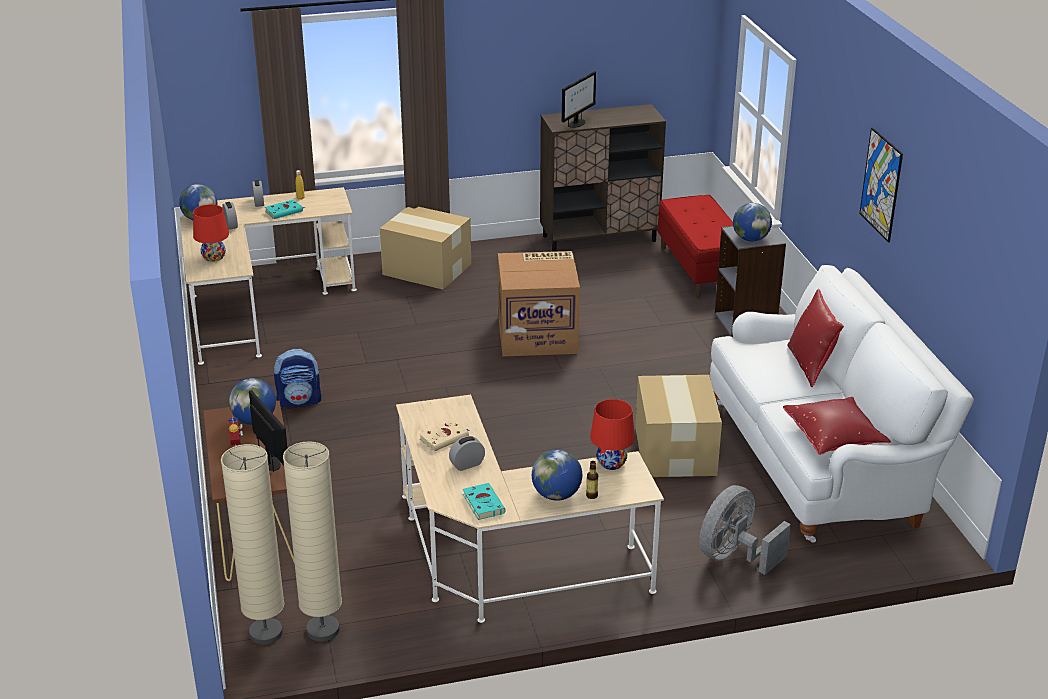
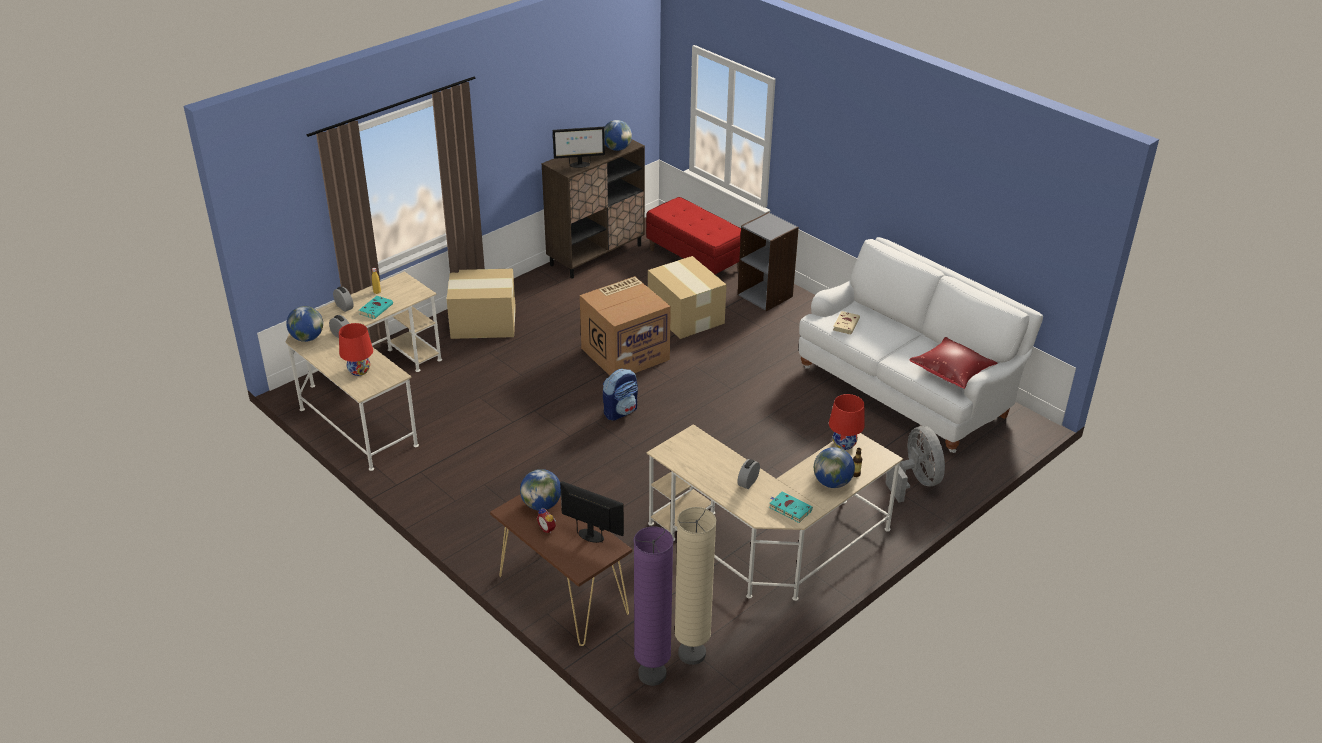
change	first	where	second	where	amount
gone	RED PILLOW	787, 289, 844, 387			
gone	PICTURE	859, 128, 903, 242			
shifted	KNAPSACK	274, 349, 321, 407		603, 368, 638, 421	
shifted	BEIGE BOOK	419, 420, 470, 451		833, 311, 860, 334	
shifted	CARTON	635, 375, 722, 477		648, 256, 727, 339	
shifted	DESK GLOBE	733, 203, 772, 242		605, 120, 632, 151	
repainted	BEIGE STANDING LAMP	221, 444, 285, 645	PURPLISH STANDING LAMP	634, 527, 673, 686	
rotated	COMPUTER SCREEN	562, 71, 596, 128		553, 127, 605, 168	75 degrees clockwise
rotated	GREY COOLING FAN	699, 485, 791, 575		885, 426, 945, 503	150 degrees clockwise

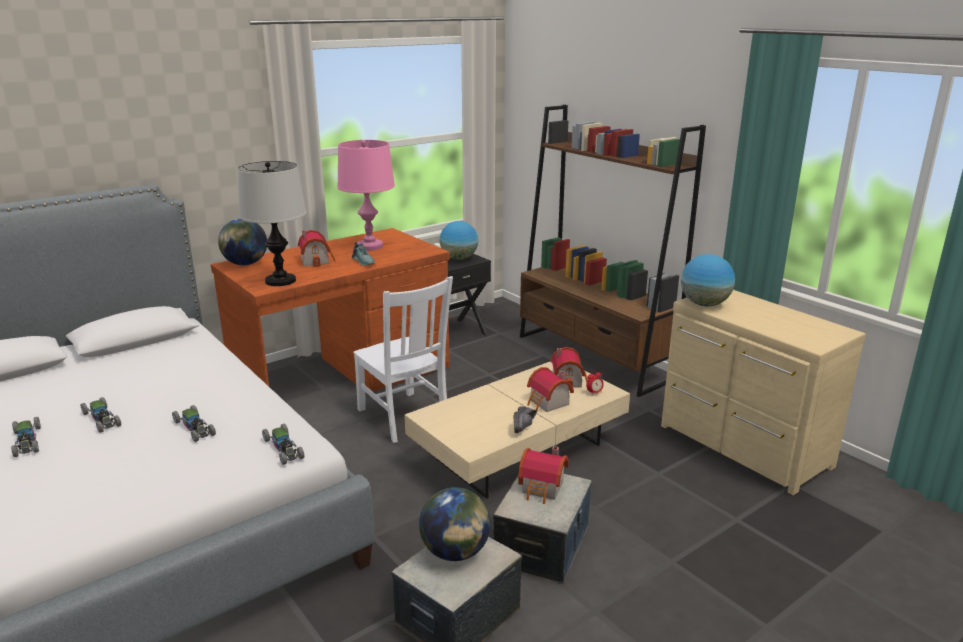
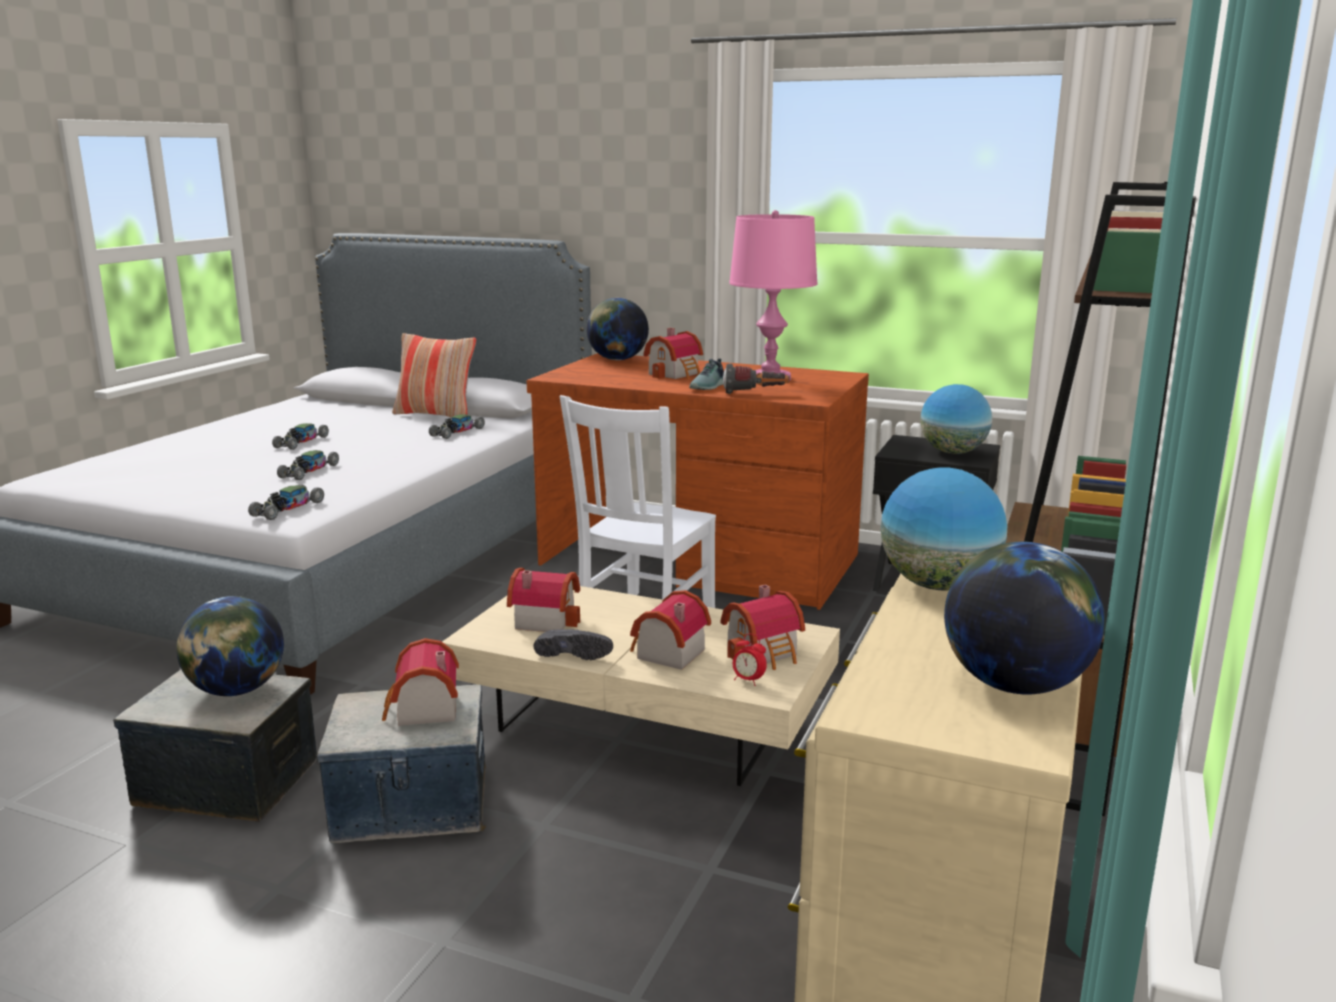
change	first	where	second	where	amount
gone	TABLE LAMP	238, 161, 306, 286			
new			PILLOW	392, 333, 476, 417	
new			MODEL HOUSE	507, 568, 580, 632	
new			TORCH	723, 364, 790, 394	
new			DESK GLOBE	944, 542, 1105, 694	
shifted	MINIATURE CAR	11, 417, 41, 457		429, 414, 485, 439	
rotated	BLACK LOW SHOE	513, 406, 537, 433		534, 629, 613, 660	150 degrees counterclockwise

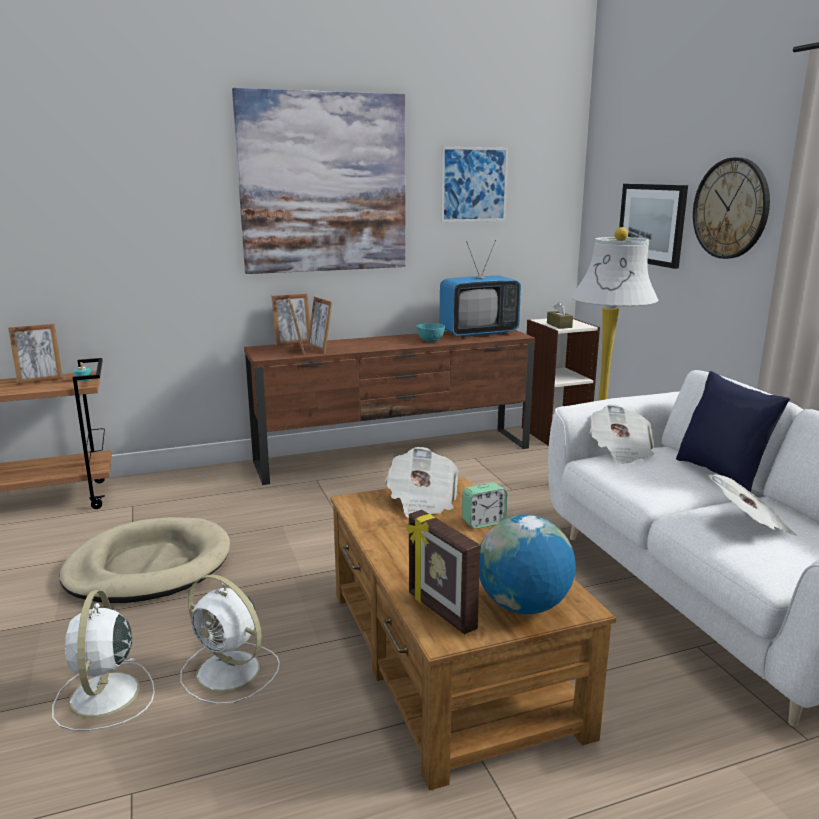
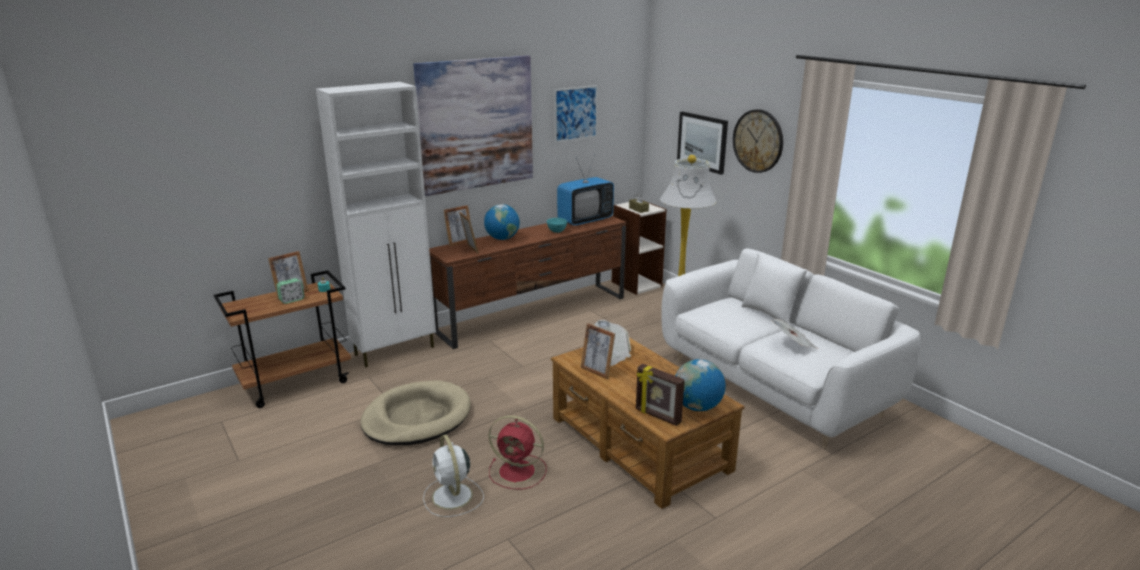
change	first	where	second	where	amount
gone	DAILY PAPER	589, 404, 654, 464			
new			WHITE-COLOURED CABINET	316, 82, 436, 367	
new			DESK GLOBE	484, 204, 520, 240	
shifted	PICTURE FRAME	307, 297, 333, 353		580, 323, 615, 379	
shifted	BEDSIDE CLOCK	462, 483, 507, 529		277, 278, 304, 304	
repainted	WHITE-COLOURED COOLING FAN	181, 574, 280, 704	RED COOLING FAN	489, 415, 547, 489	
repainted	BLUE PILLOW	676, 371, 790, 492	WHITE-COLOURED PILLOW	741, 252, 808, 324	

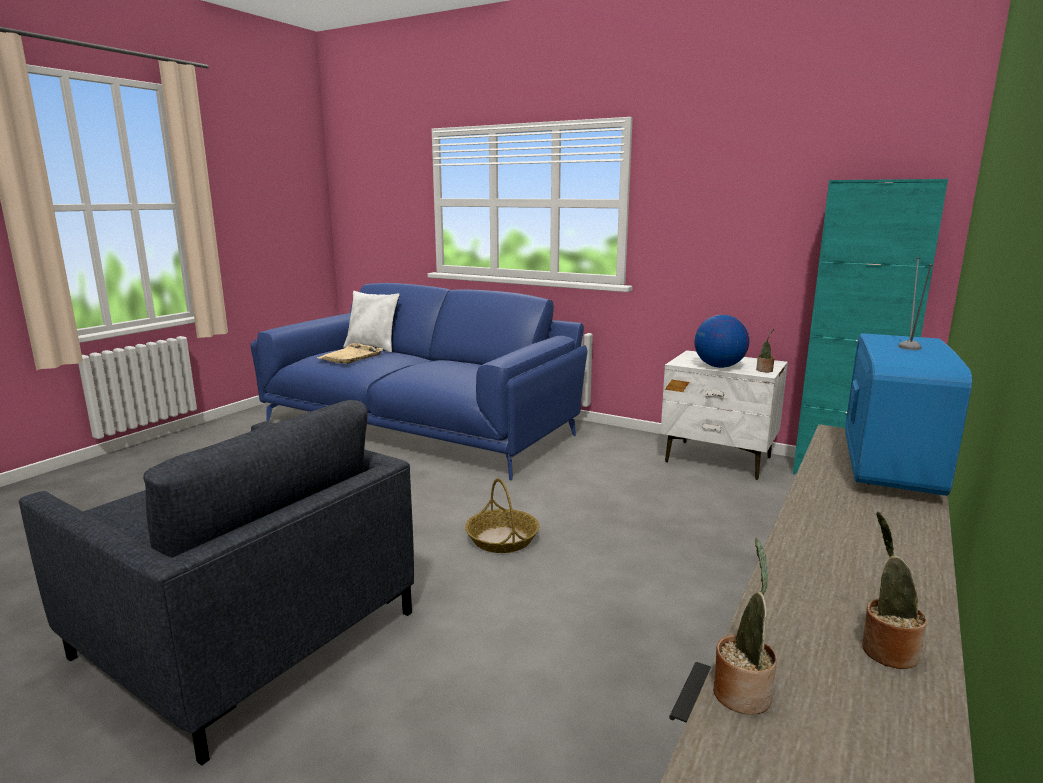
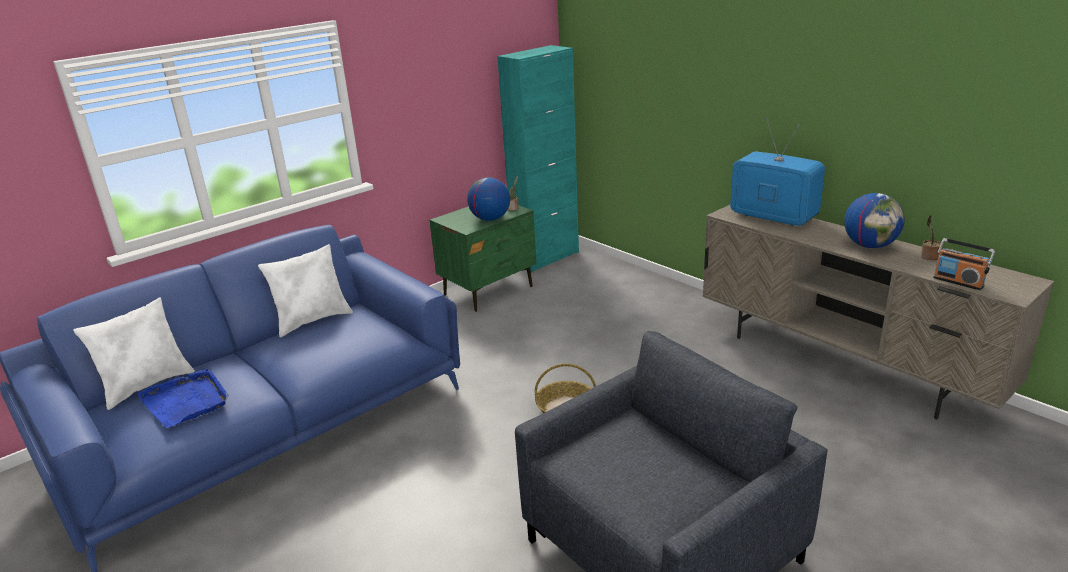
change	first	where	second	where	amount
new			WHITE-COLOURED PILLOW	258, 244, 353, 337	
new			DESK GLOBE	844, 193, 905, 248	
swapped	PLANT IN A POT	713, 538, 777, 715	RADIO RECEIVER	933, 238, 995, 290	
repainted	BEIGE TRAY	317, 343, 383, 364	BLUE TRAY	138, 369, 228, 428	
repainted	WHITE-COLOURED NIGHT TABLE	661, 350, 788, 480	GREENISH NIGHT TABLE	429, 205, 536, 312	

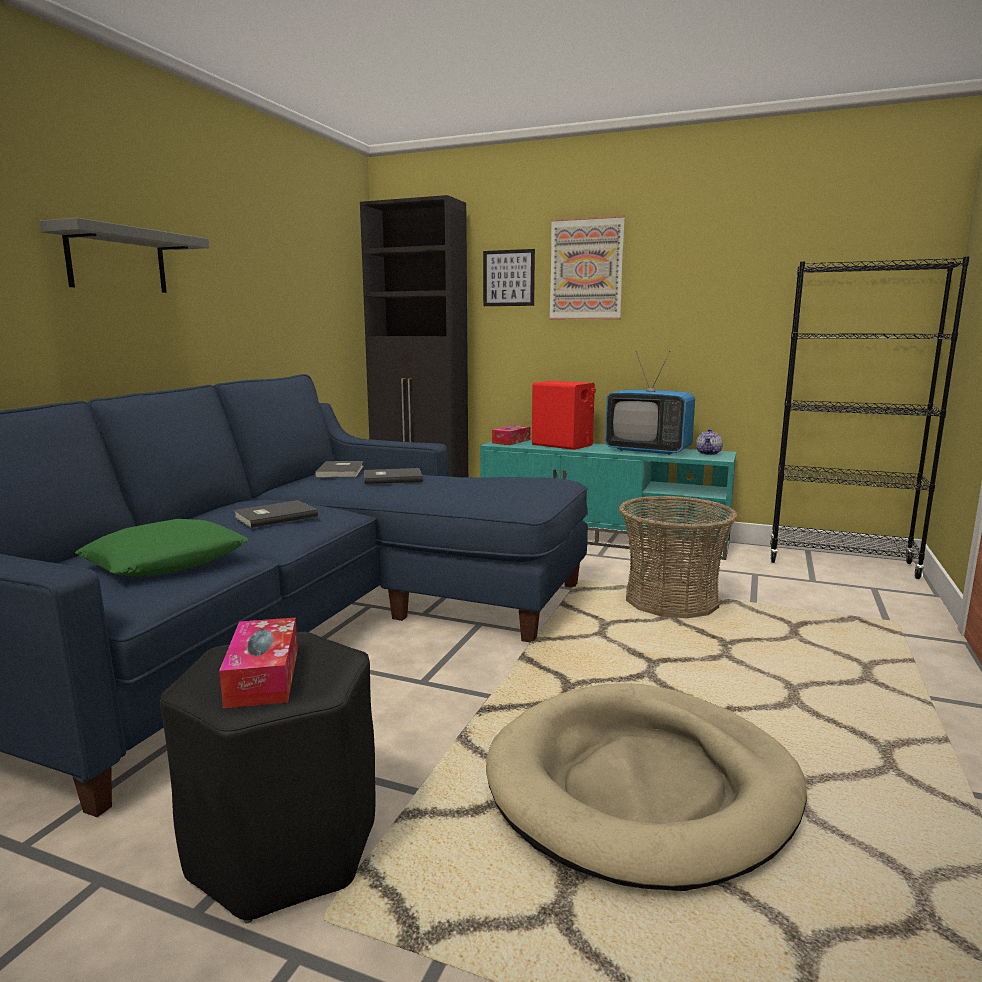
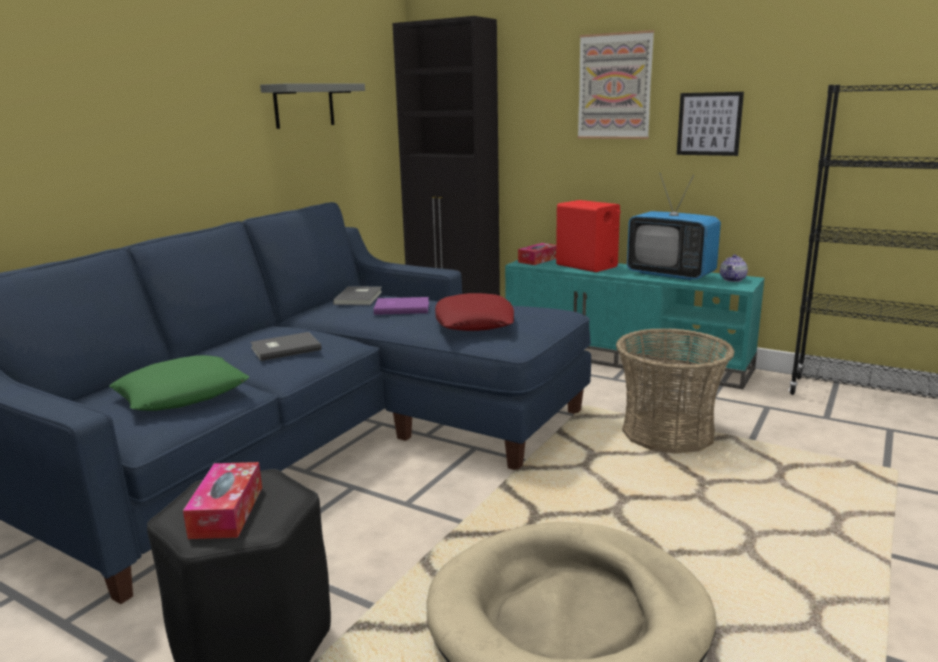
change	first	where	second	where	amount
new			RED PILLOW	435, 293, 514, 331	
shifted	GREY SHELF	39, 218, 209, 293		260, 83, 365, 129	
shifted	PICTURE	483, 249, 535, 306		677, 92, 744, 156	
repainted	GREY BOOK	364, 468, 423, 485	PURPLISH BOOK	374, 297, 429, 315	

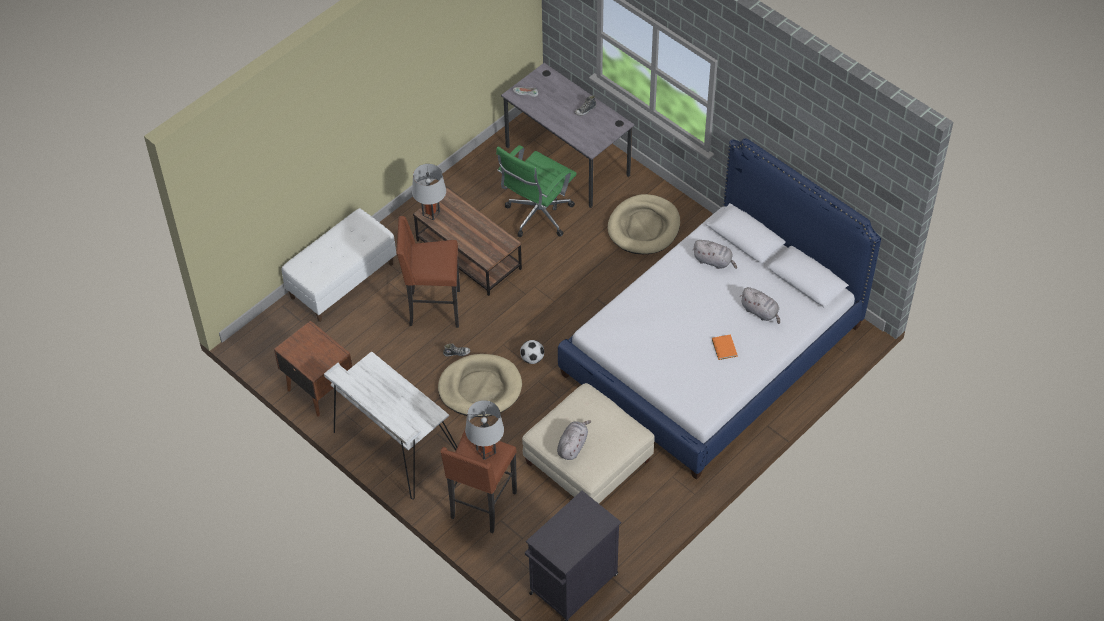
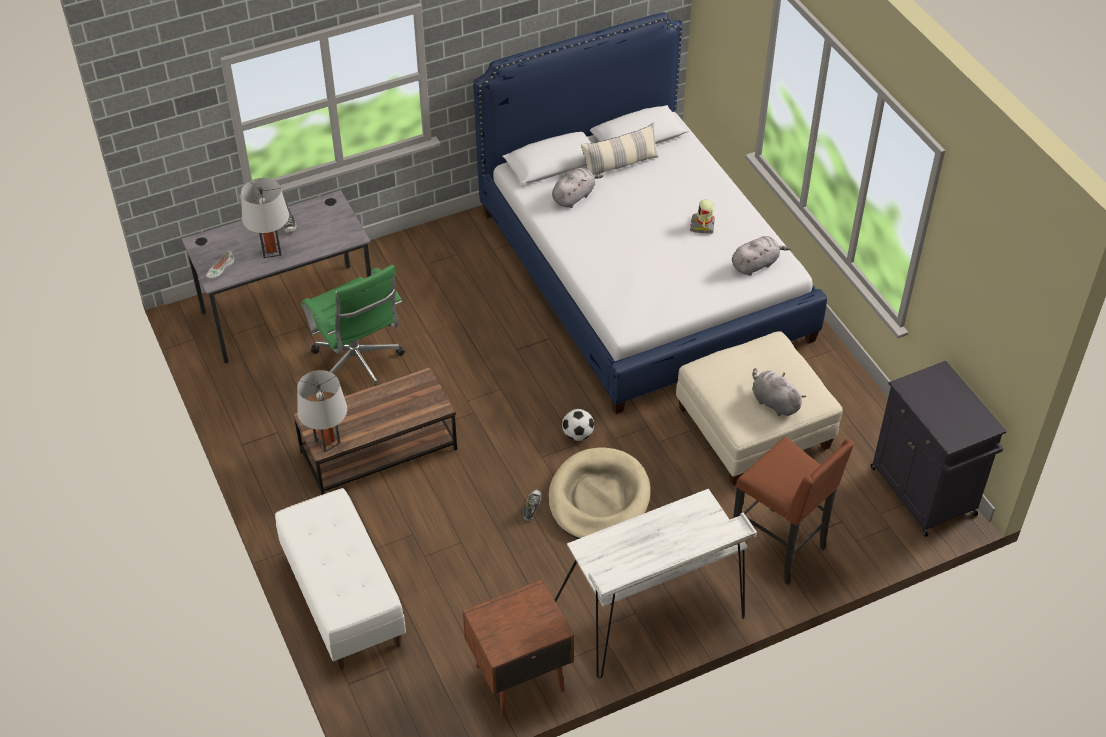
change	first	where	second	where	amount
gone	BROWN-COLOURED STOOL	397, 216, 460, 328			
gone	BEIGE DOG CUSHION	608, 194, 680, 254			
new			PILLOW	581, 123, 659, 175	
shifted	GREY TABLE LAMP	465, 400, 504, 460		241, 178, 289, 258	
shifted	GREY SOFT TOY	740, 287, 780, 324		732, 236, 790, 276	
swapped	ORANGEY BOOK	712, 334, 738, 360	ROBOT FIGURE	690, 199, 715, 234	

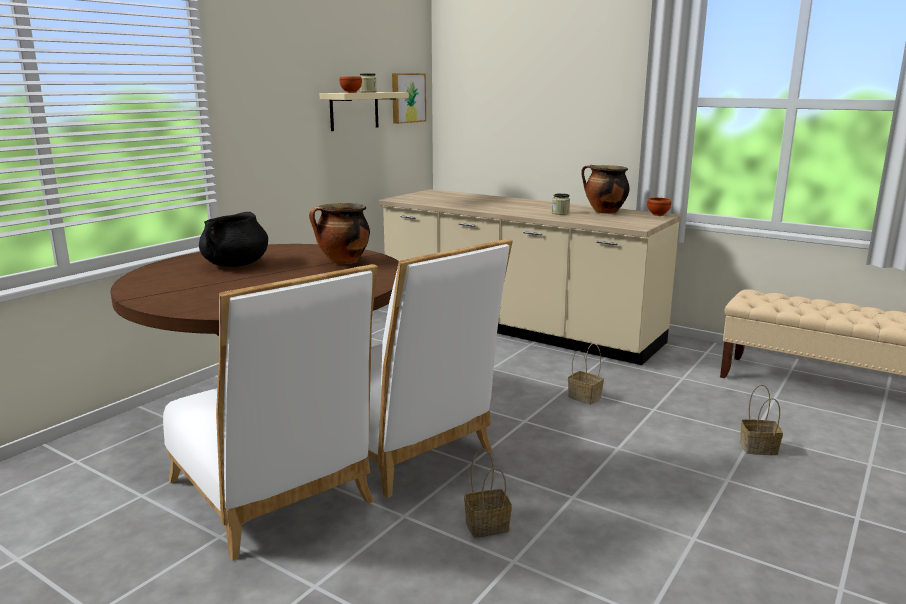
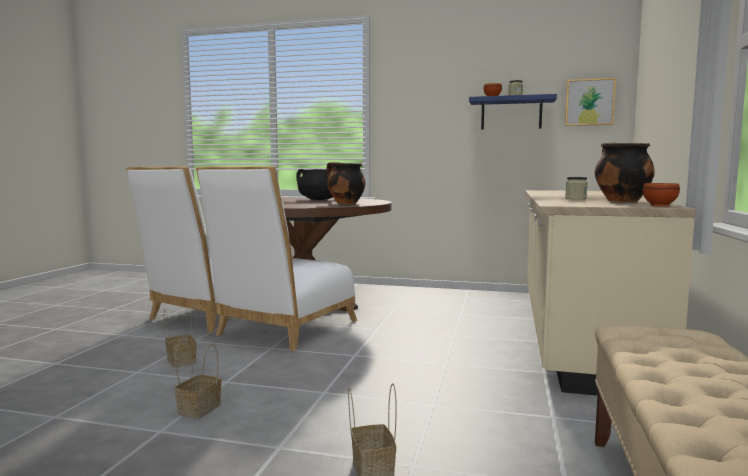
change	first	where	second	where	amount
shifted	HOUSEHOLD BASKET	568, 343, 604, 404		175, 340, 221, 419	
repainted	BEIGE SHELF	320, 92, 409, 131	BLUE SHELF	469, 94, 557, 130	

